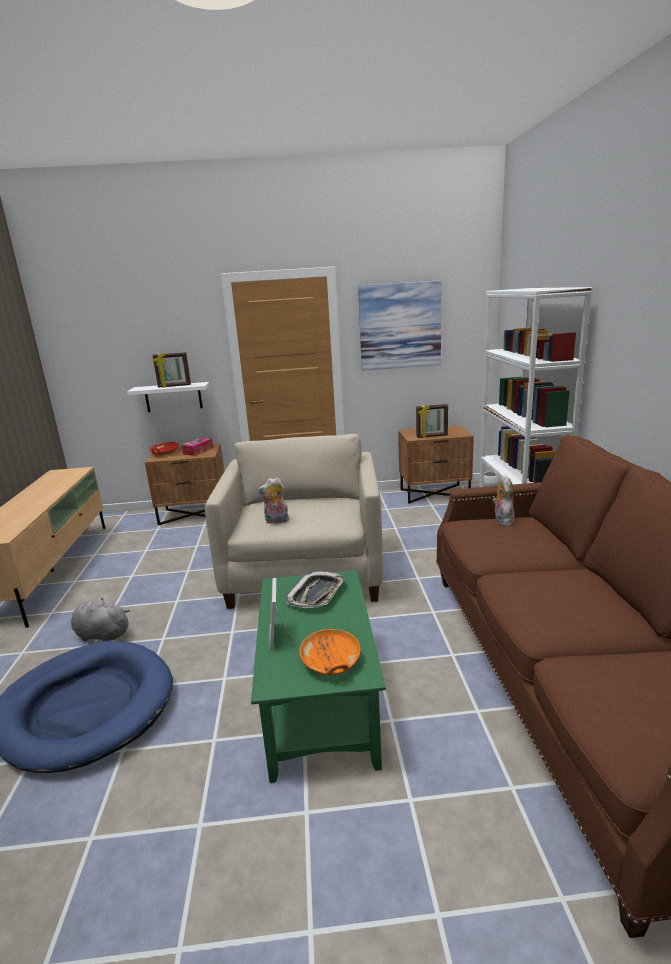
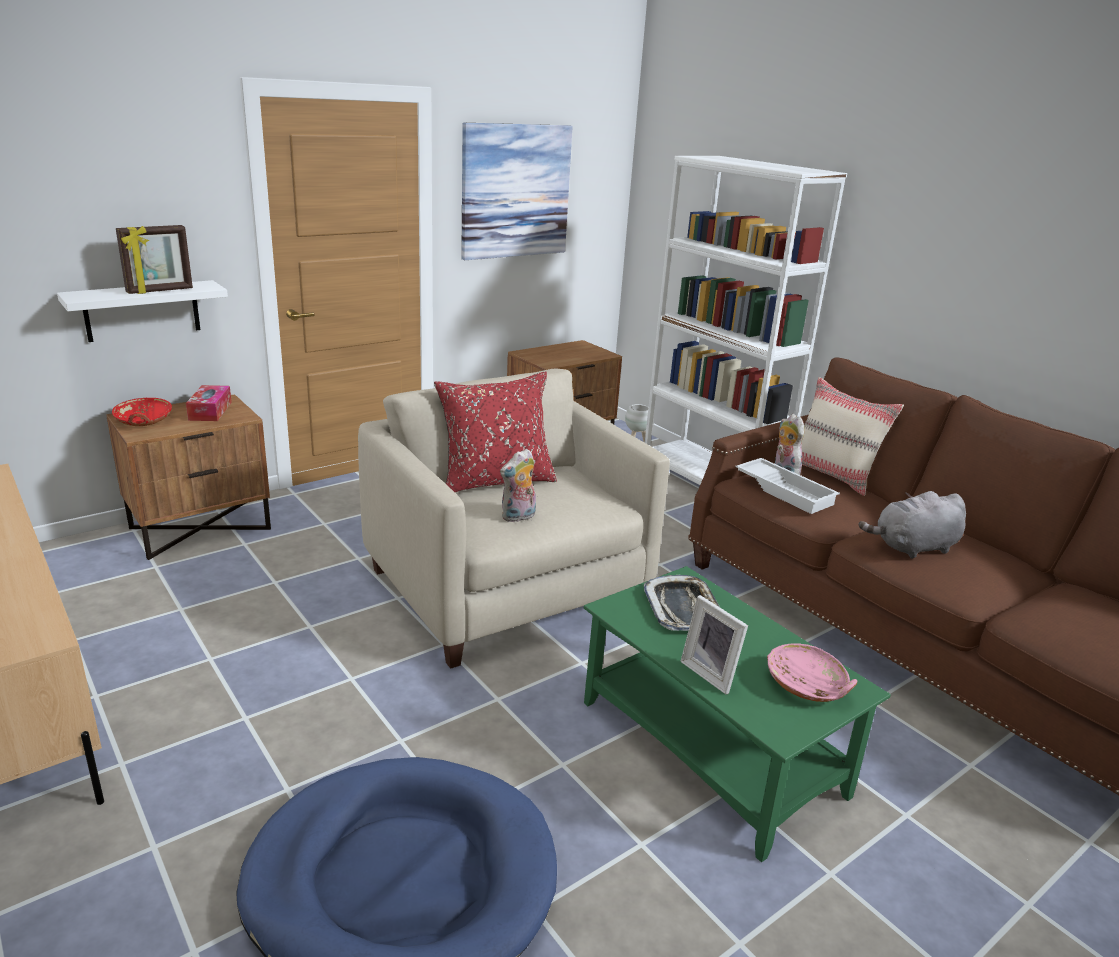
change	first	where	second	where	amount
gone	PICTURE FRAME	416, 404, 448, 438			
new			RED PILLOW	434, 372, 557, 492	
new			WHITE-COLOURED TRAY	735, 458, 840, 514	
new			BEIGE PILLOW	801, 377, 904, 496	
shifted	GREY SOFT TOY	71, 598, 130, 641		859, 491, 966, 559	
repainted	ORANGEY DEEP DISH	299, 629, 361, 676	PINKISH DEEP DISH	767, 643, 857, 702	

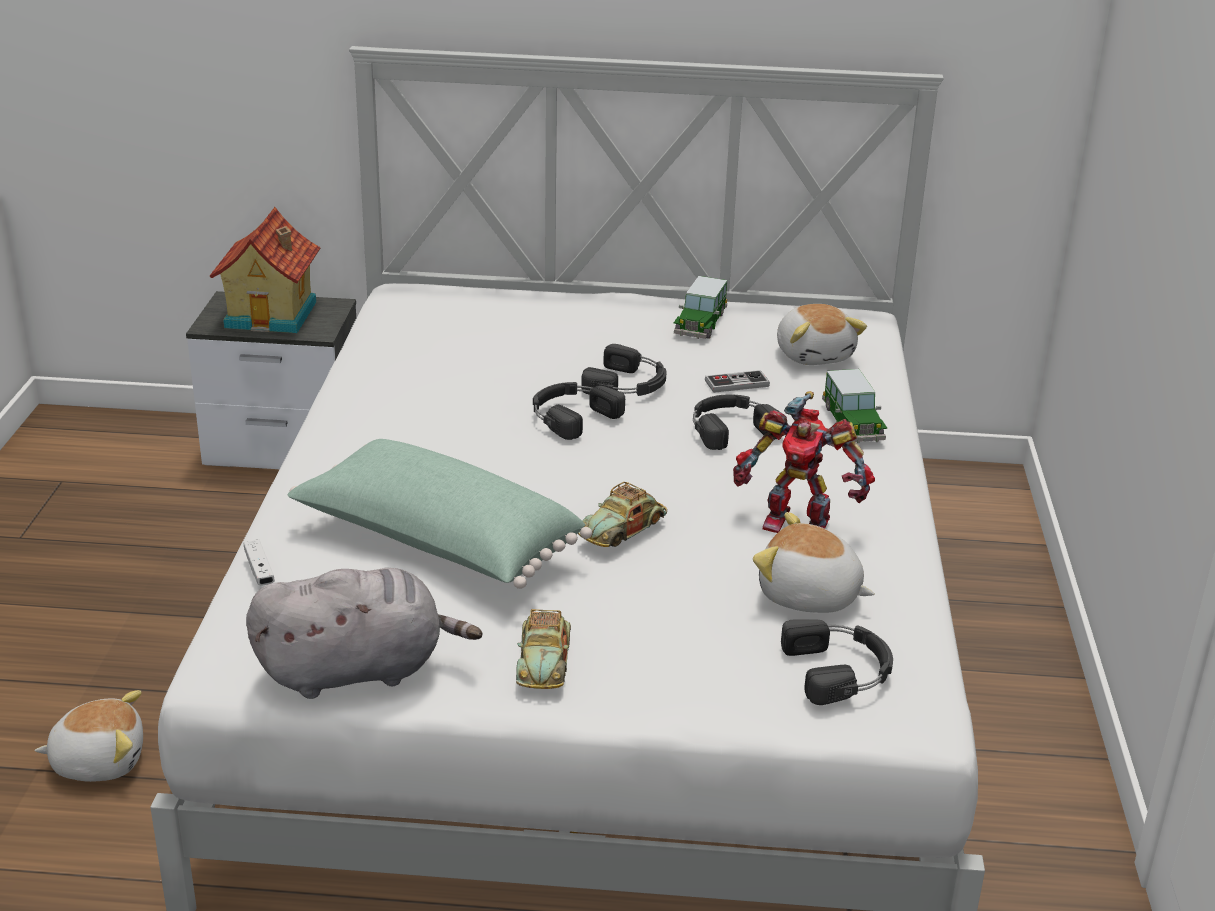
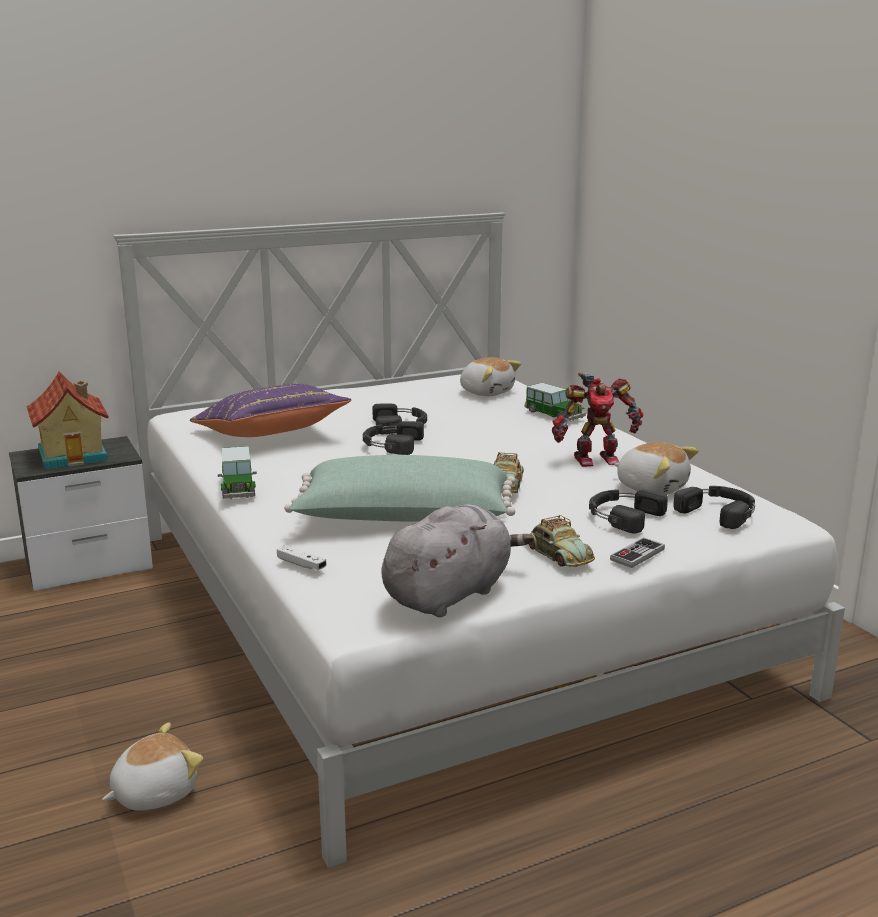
change	first	where	second	where	amount
new			PURPLISH PILLOW	190, 384, 351, 437	
shifted	MINIATURE CAR	674, 276, 727, 339		218, 446, 257, 499	
shifted	BLACK PAIR OF HEADPHONES	693, 394, 780, 450		589, 489, 668, 534	
shifted	GAMEPAD	705, 370, 770, 393		610, 537, 665, 568	
rotated	SOFT TOY	753, 512, 875, 613		614, 442, 699, 495	135 degrees counterclockwise

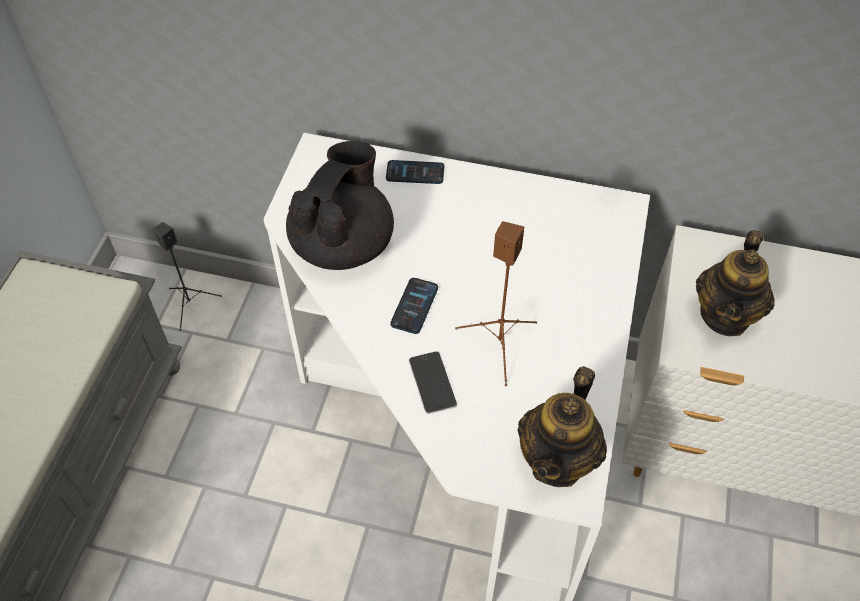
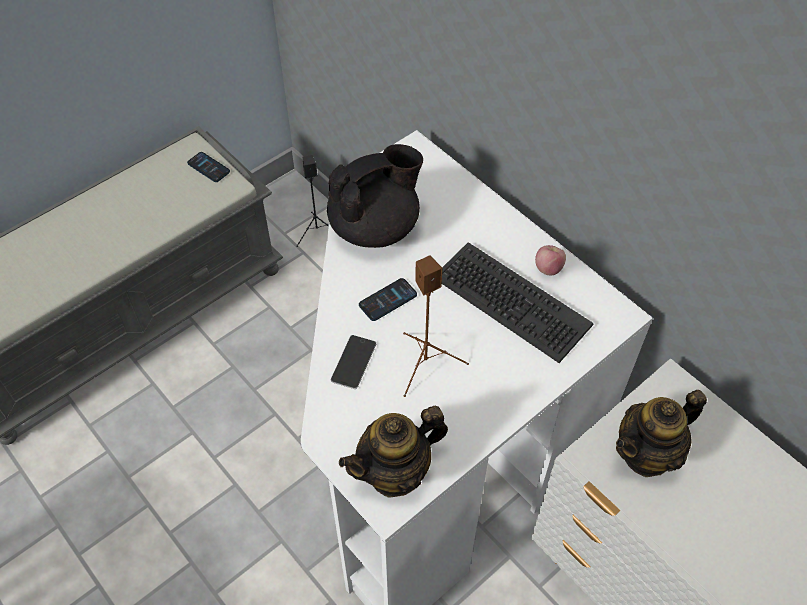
change	first	where	second	where	amount
new			COMPUTER KEYBOARD	442, 242, 594, 363	
new			WHOLE APPLE	535, 245, 566, 276	
shifted	PHONE	386, 160, 444, 184		187, 152, 230, 182	

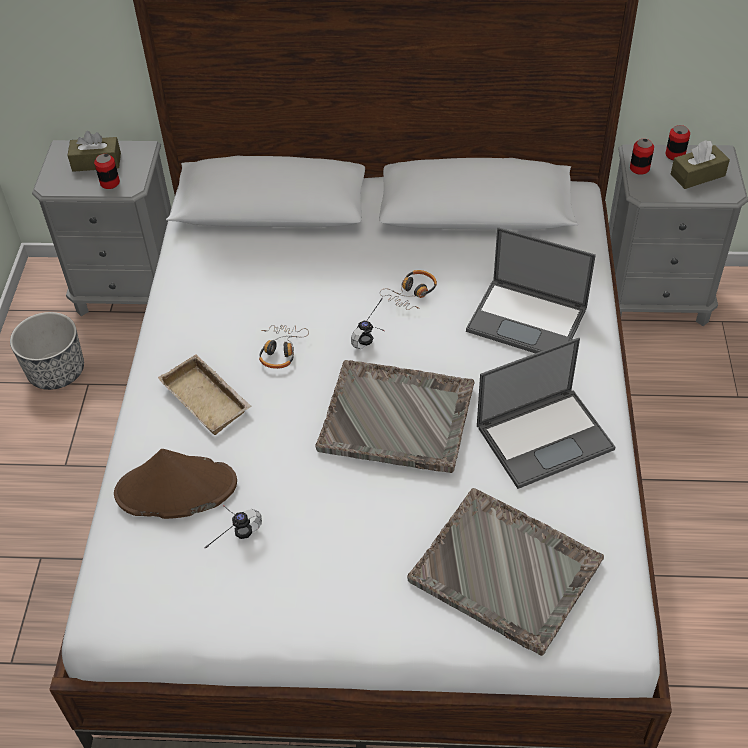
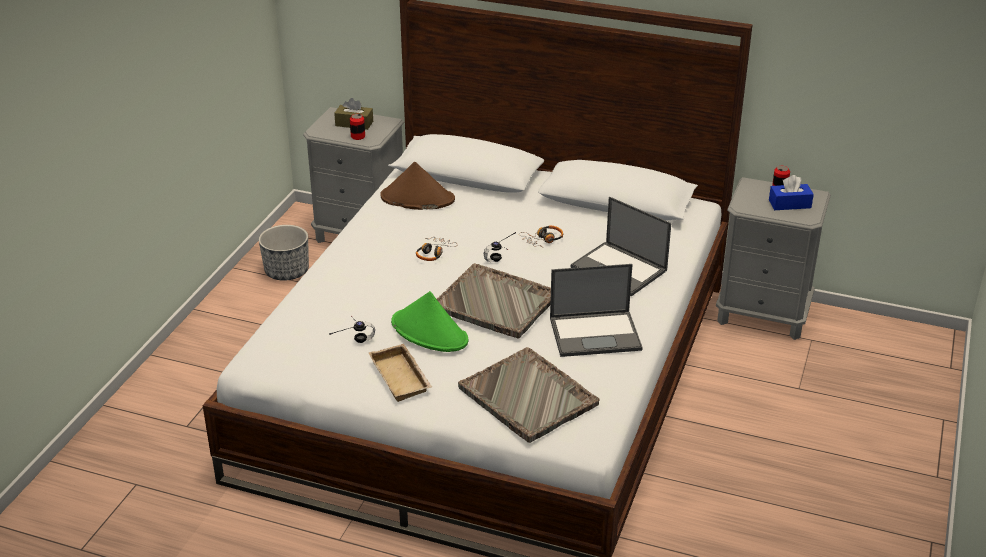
change	first	where	second	where	amount
gone	CAN	630, 139, 654, 175			
new			GREENISH HAT	391, 291, 468, 352	
shifted	BROWN-COLOURED HAT	114, 449, 237, 519		380, 162, 455, 210	
shifted	BEIGE TRAY	158, 354, 252, 435		369, 344, 432, 402	
repainted	BROWN-COLOURED TISSUE HOLDER	671, 140, 730, 189	BLUE TISSUE HOLDER	769, 175, 814, 210	

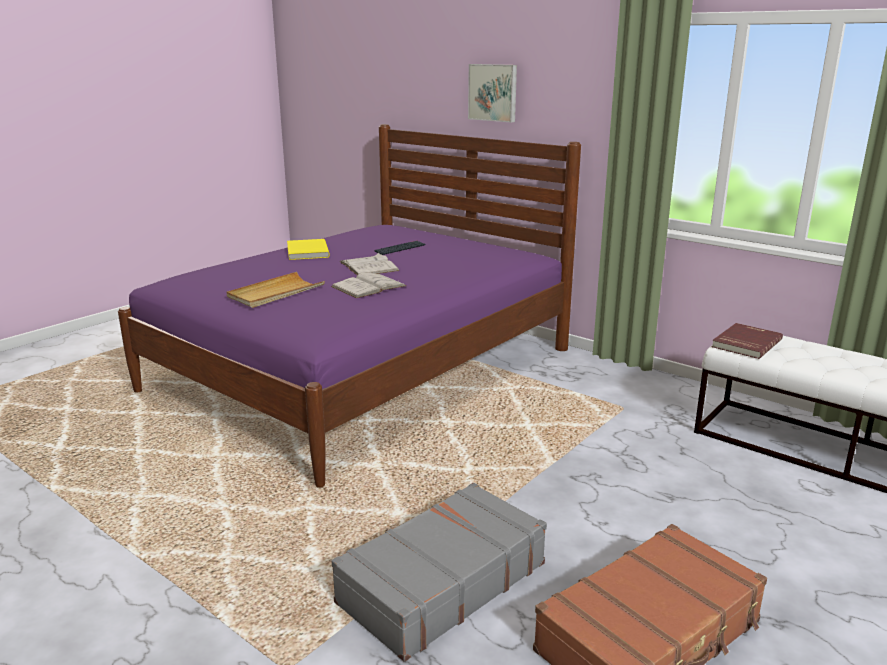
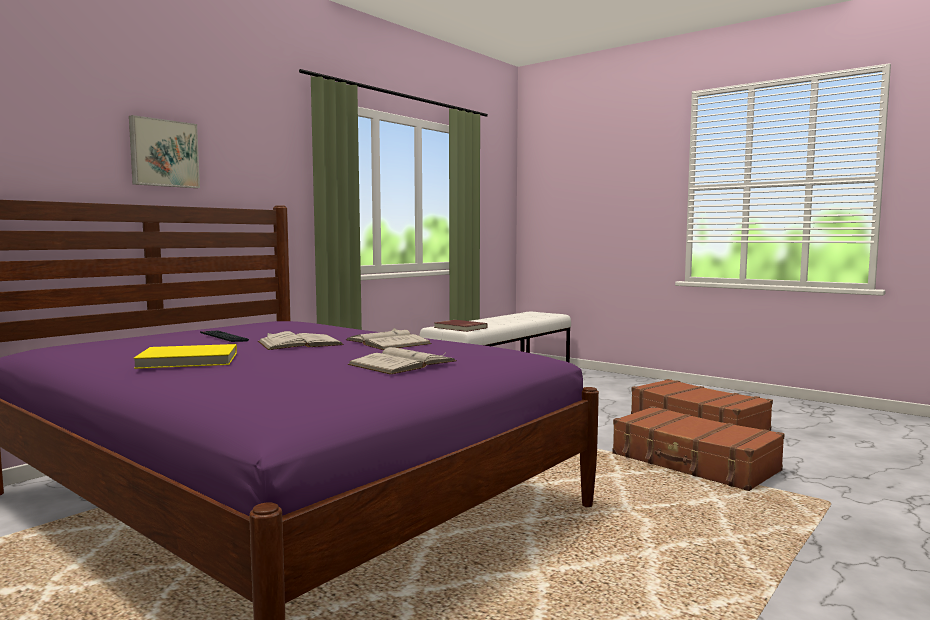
change	first	where	second	where	amount
swapped	BEIGE TRAY	227, 272, 325, 308	WHITE-COLOURED BOOK	348, 347, 457, 375	
repainted	GREY TRAVEL CASE	332, 483, 547, 662	BROWN-COLOURED TRAVEL CASE	612, 406, 785, 491	

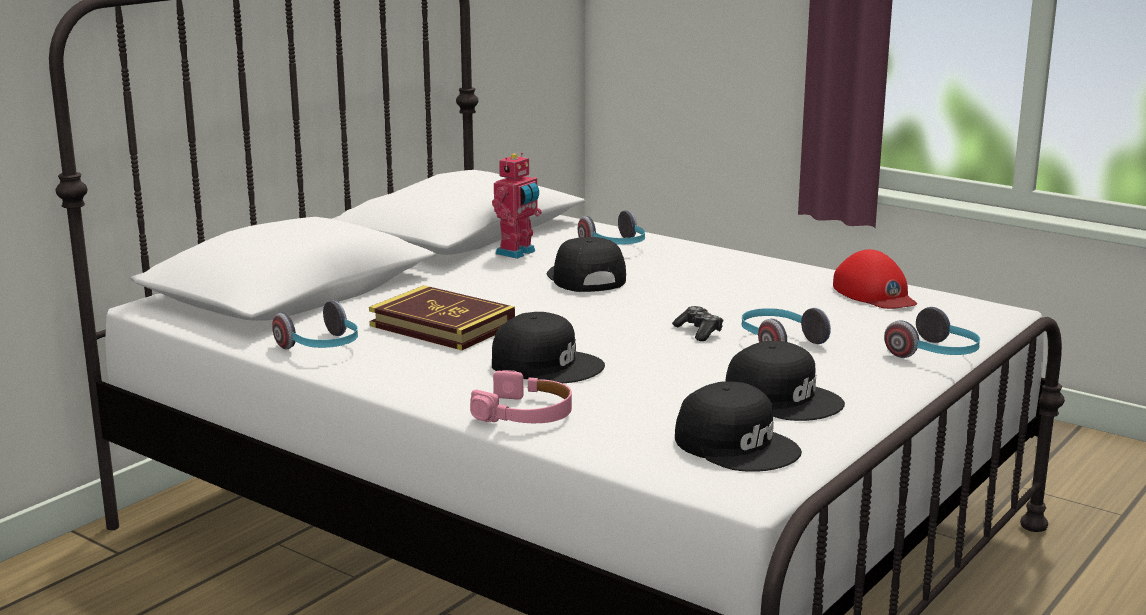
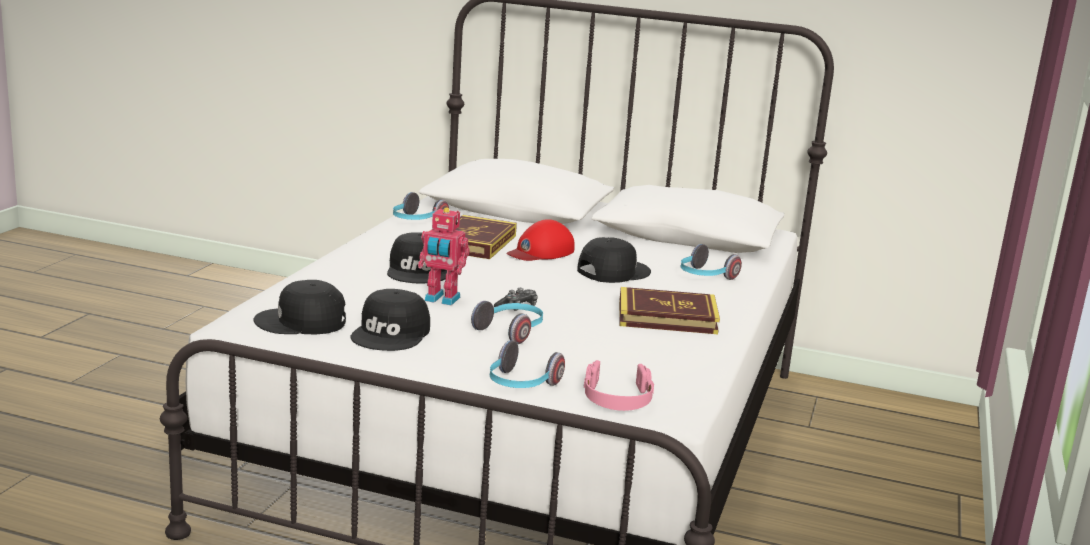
change	first	where	second	where	amount
new			BOOK	619, 287, 720, 334	
shifted	PINKISH PAIR OF HEADPHONES	470, 370, 572, 423		583, 360, 654, 411	
shifted	ROBOT FIGURE	492, 153, 542, 259		418, 207, 470, 306	
shifted	RED BASEBALL CAP	833, 249, 917, 309		506, 219, 575, 261	
rotated	BLACK BASEBALL CAP	675, 381, 802, 472		253, 280, 346, 335	60 degrees clockwise

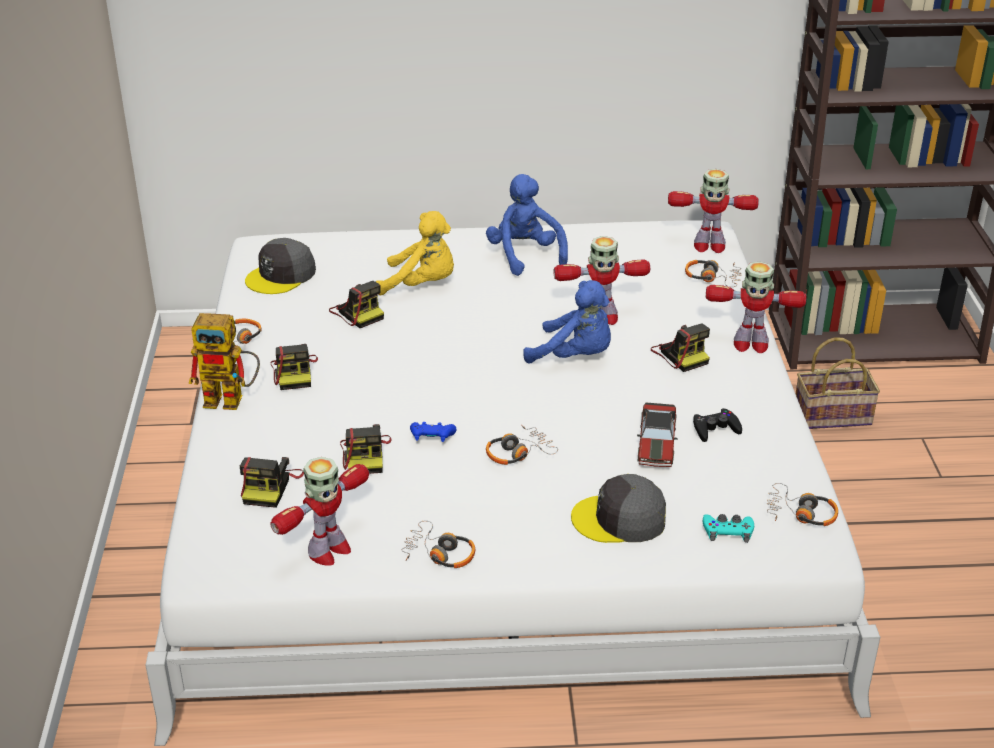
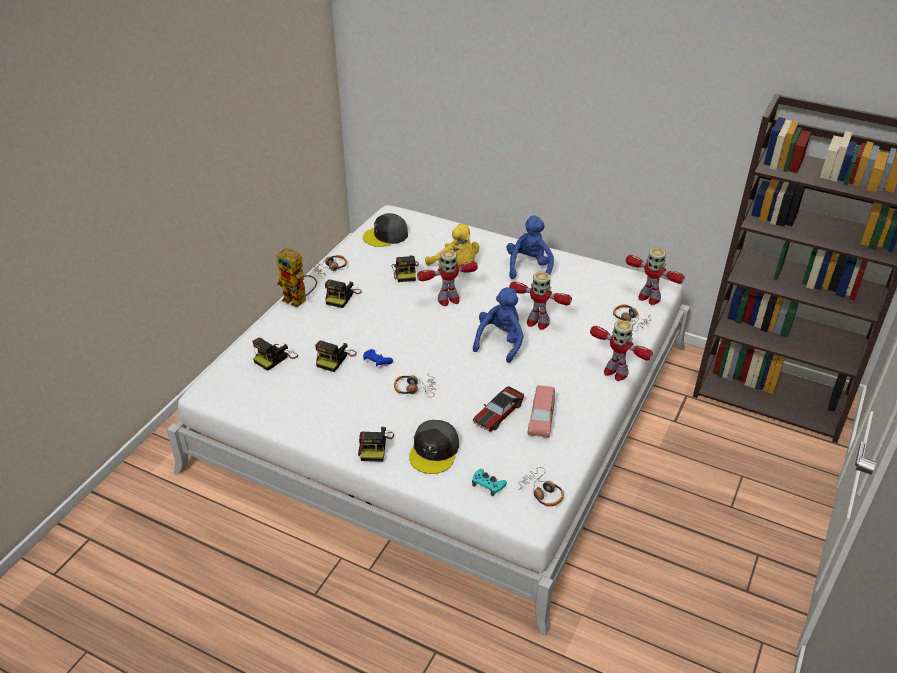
change	first	where	second	where	amount
gone	PAIR OF HEADPHONES	402, 521, 475, 568			
gone	HOUSEHOLD BASKET	796, 337, 880, 429			
shifted	ROBOT FIGURE	271, 457, 369, 566		417, 250, 478, 306	
shifted	STILL CAMERA	651, 323, 710, 372		358, 427, 394, 462	
swapped	BLACK GAMEPAD	693, 408, 742, 442	PINKISH MINIATURE CAR	527, 385, 555, 438	
rotated	BLUE SOFT TOY	523, 280, 611, 364		473, 287, 524, 363	120 degrees counterclockwise
rotated	GREY BASEBALL CAP	571, 474, 666, 543		409, 420, 459, 474	105 degrees counterclockwise

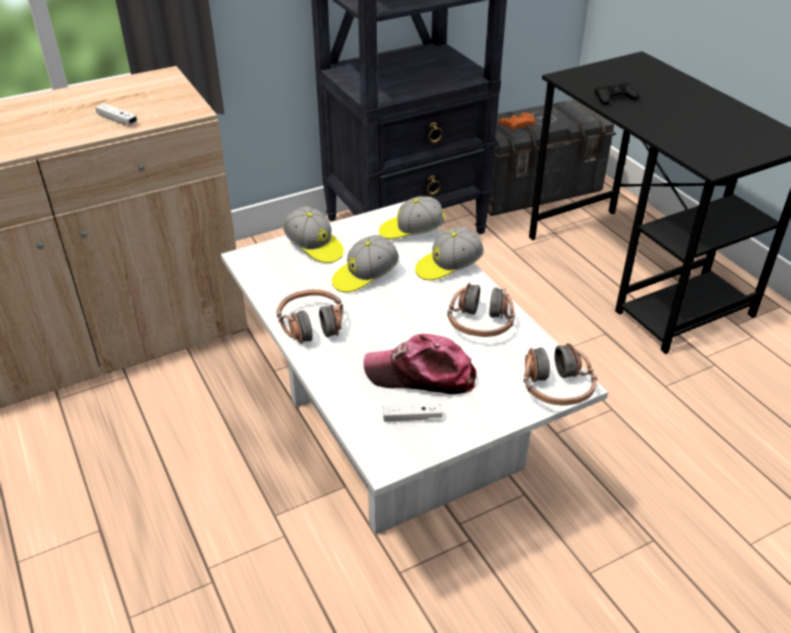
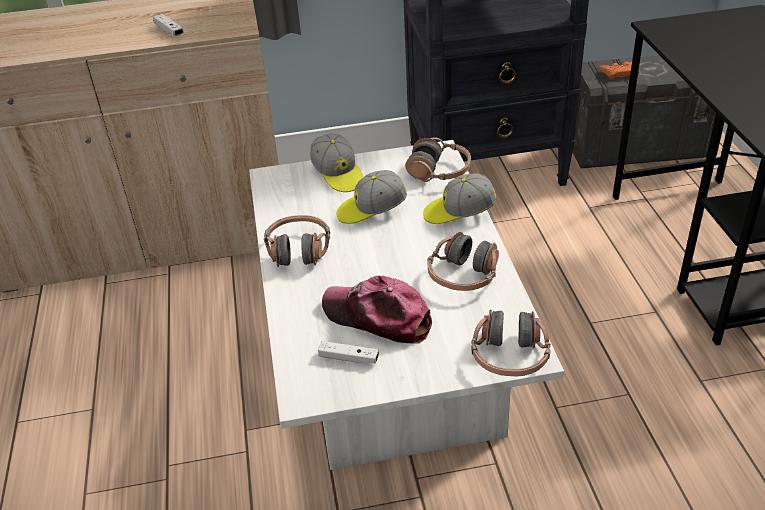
change	first	where	second	where	amount
gone	BLACK GAMEPAD	594, 82, 639, 105			
swapped	BASEBALL CAP	379, 196, 445, 239	PAIR OF HEADPHONES	405, 137, 471, 182	

